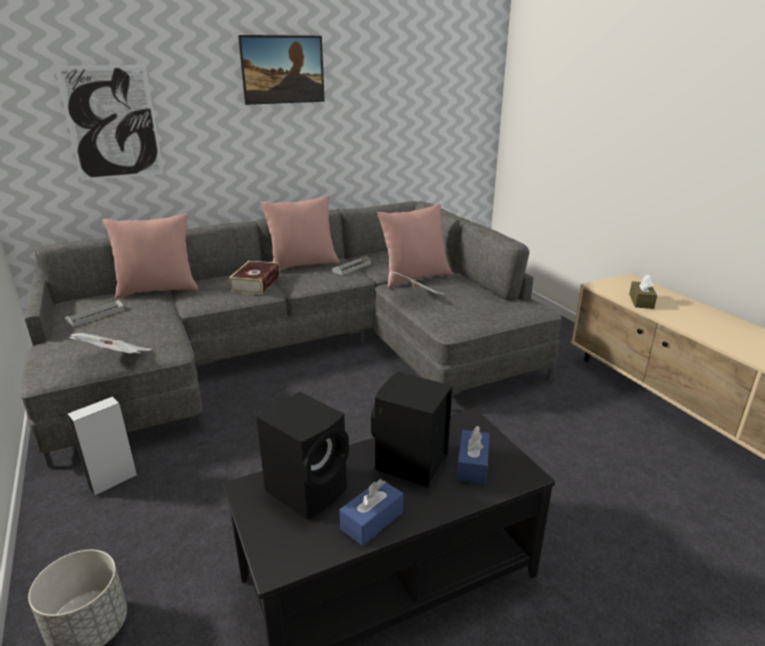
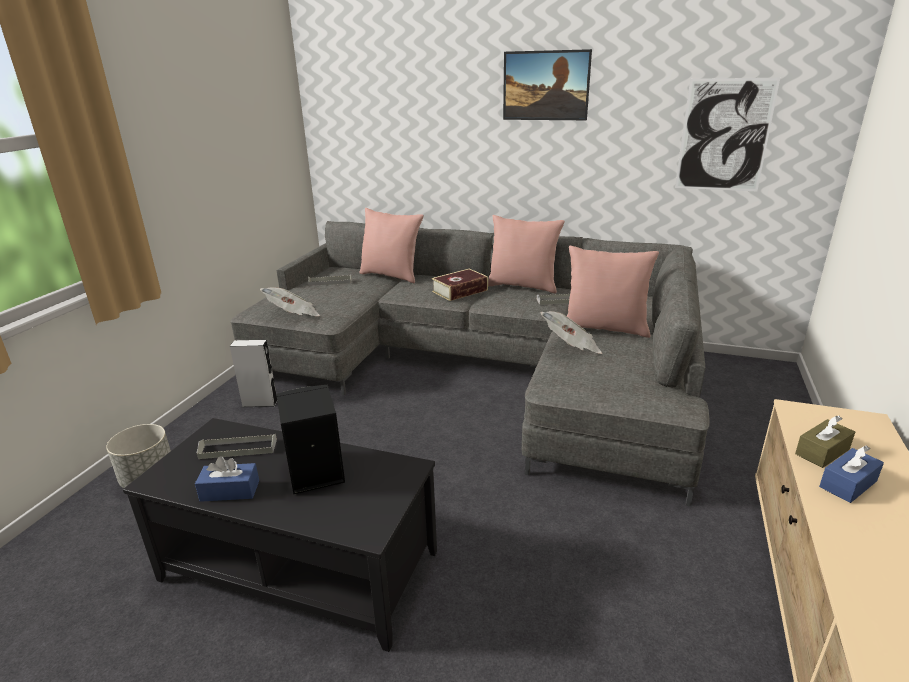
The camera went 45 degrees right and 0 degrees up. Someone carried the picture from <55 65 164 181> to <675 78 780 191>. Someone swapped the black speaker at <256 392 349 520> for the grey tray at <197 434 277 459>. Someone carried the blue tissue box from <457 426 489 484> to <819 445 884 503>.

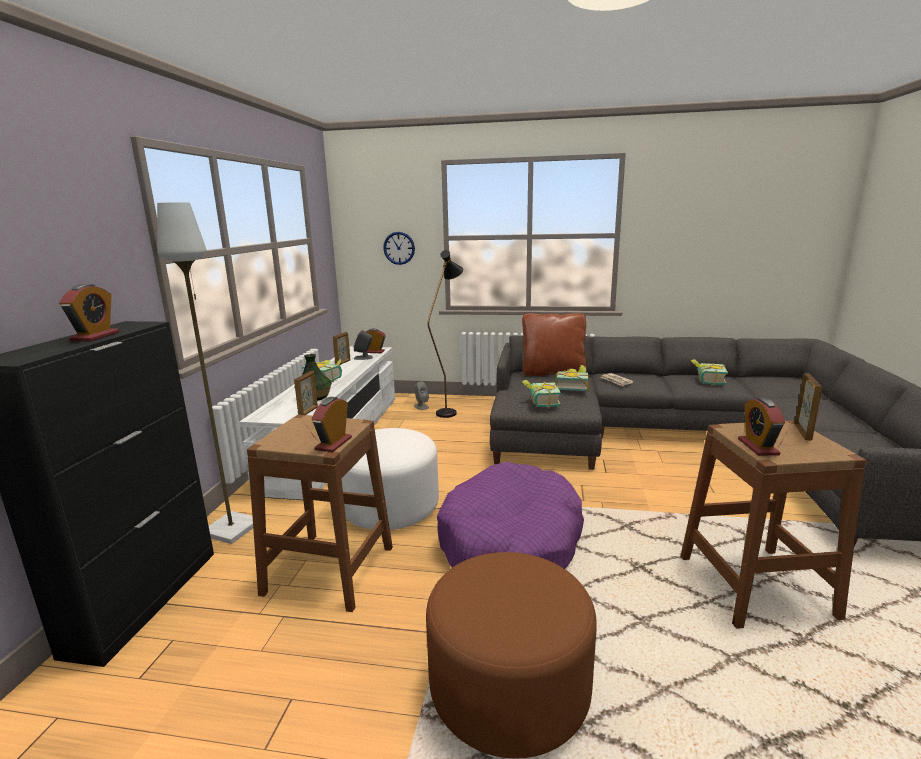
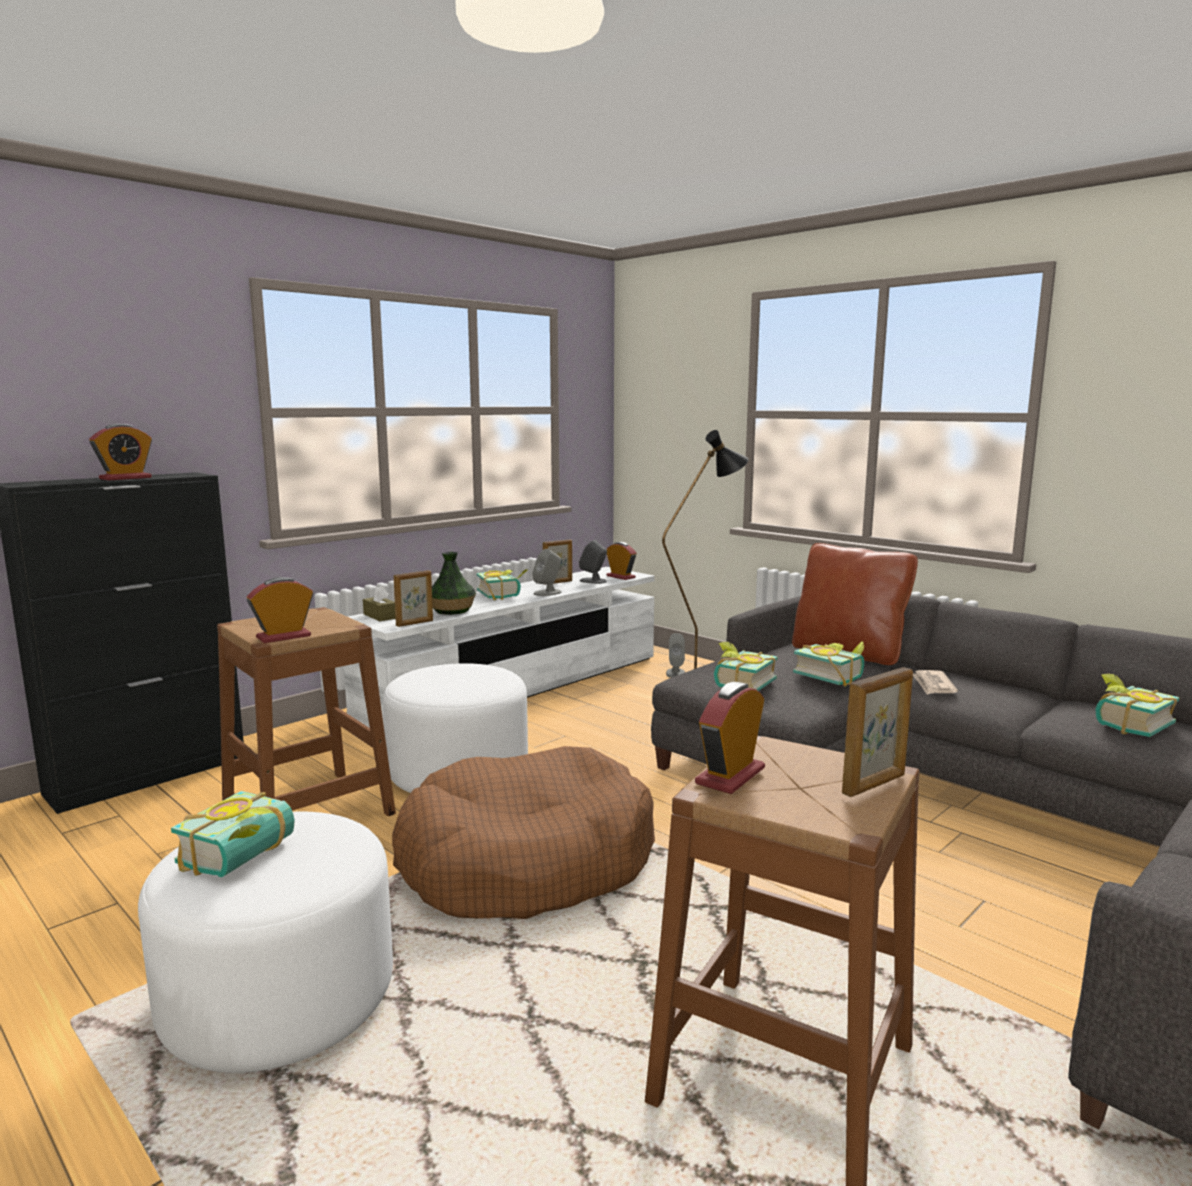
The camera went 35 degrees right and 5 degrees down. Someone took away the grey floor lamp at <157 202 253 544>. Someone took away the wall clock at <383 232 415 265>. Someone repainted the purple dog bed at <437 462 584 569>, which became the brown dog bed at <392 746 655 919>. Someone repainted the brown ottoman at <426 552 597 758>, which became the white ottoman at <138 812 393 1073>. Someone put down the grey speaker at <532 549 562 596>. Someone put down the brown tissue box at <363 585 395 621>. Someone put down the book at <171 791 295 877>.

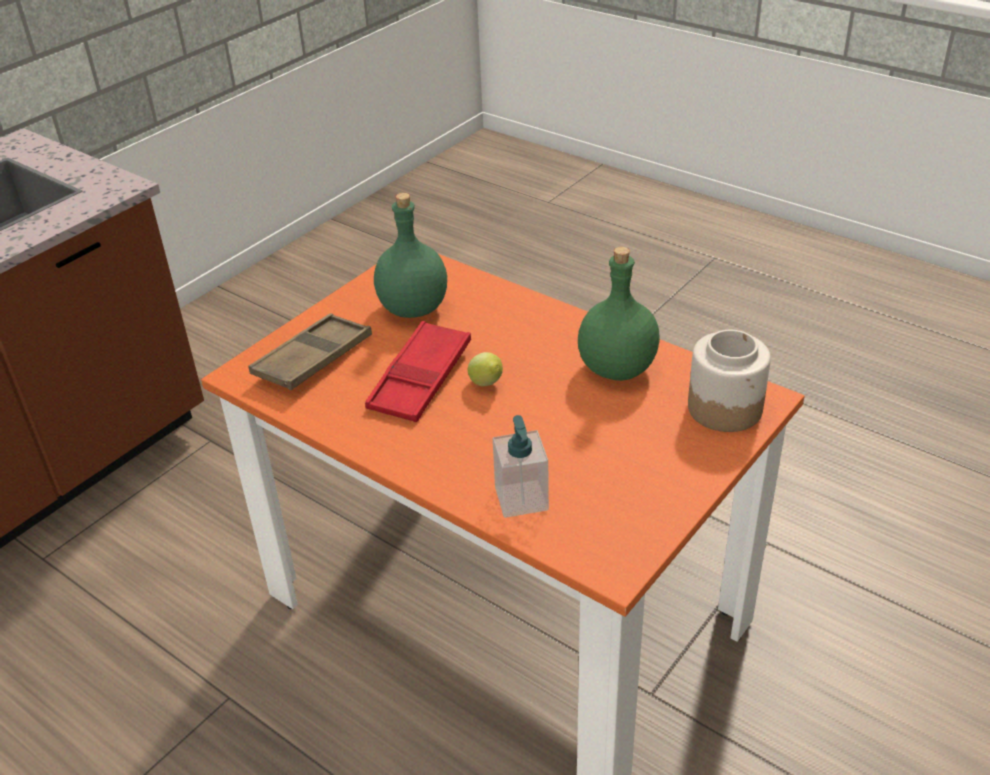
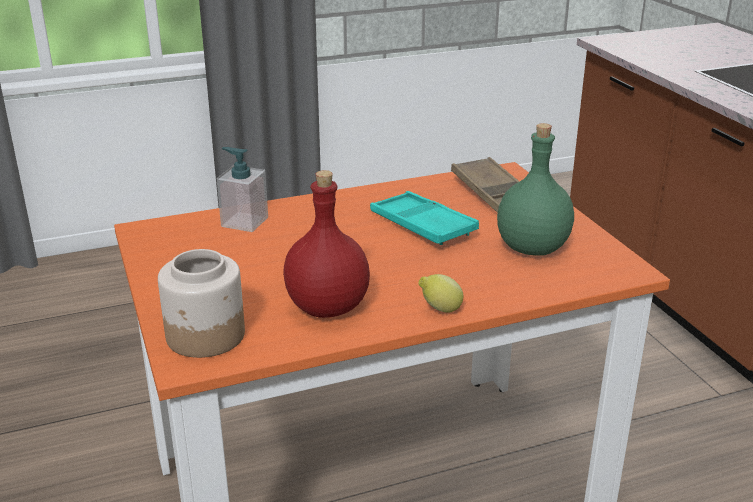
The camera went 120 degrees right and 10 degrees down. Someone repainted the green bottle at <578 247 660 381>, which became the red bottle at <283 170 370 318>. Someone repainted the red tray at <365 321 471 422>, which became the turquoise tray at <370 191 479 245>. Someone carried the lemon from <468 352 503 386> to <418 274 463 313>.

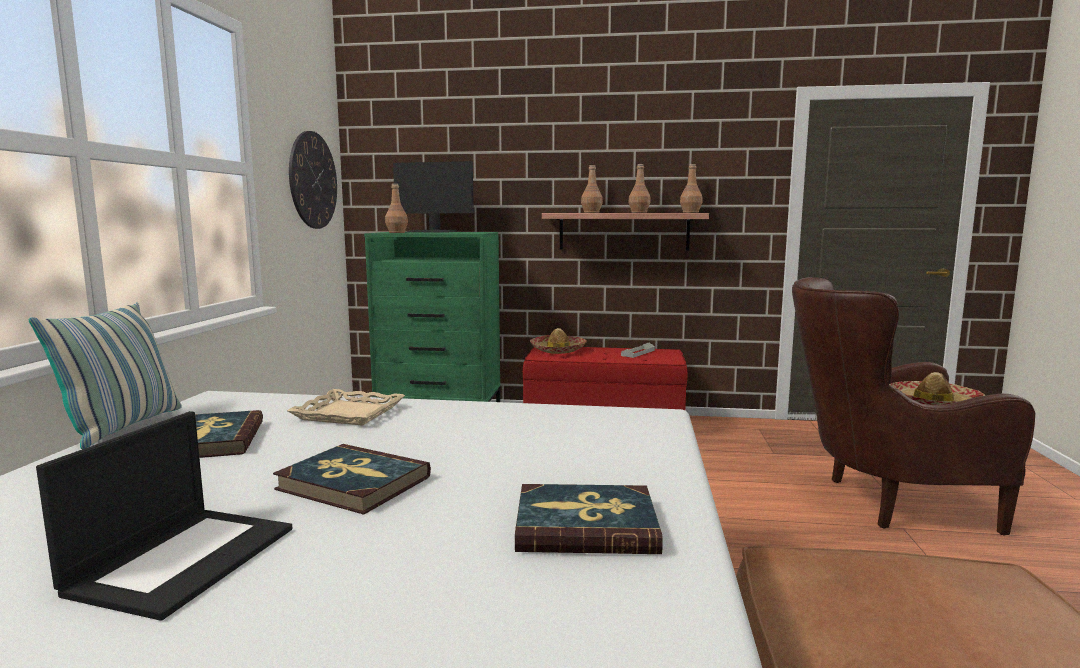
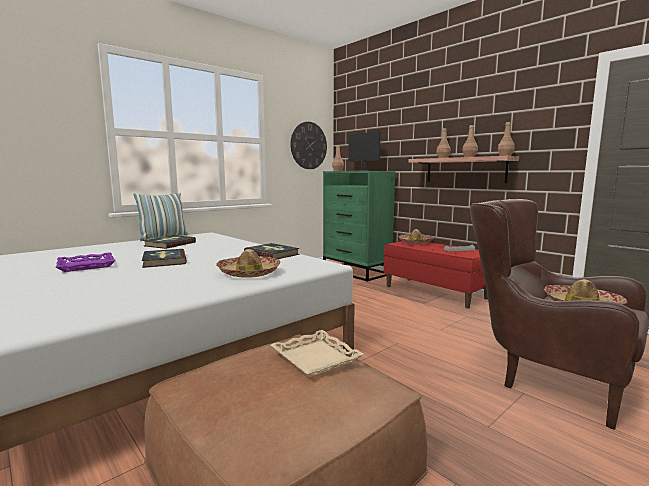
The camera went 40 degrees right and 0 degrees up. Someone carried the beige tray from <287 389 405 426> to <271 330 364 377>. Someone swapped the laptop at <36 411 292 621> for the purple tray at <56 252 115 272>. Someone carried the book from <515 484 663 554> to <244 243 300 259>. Someone put down the hat at <216 249 280 278>.

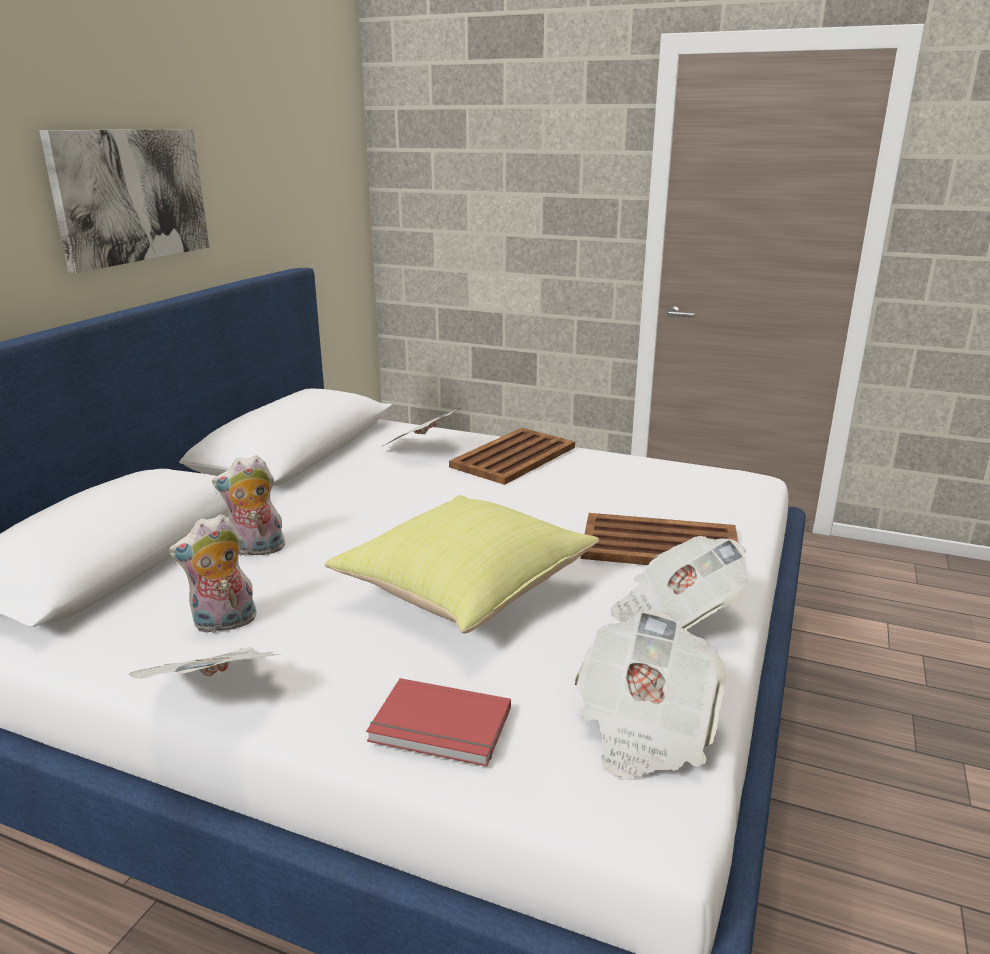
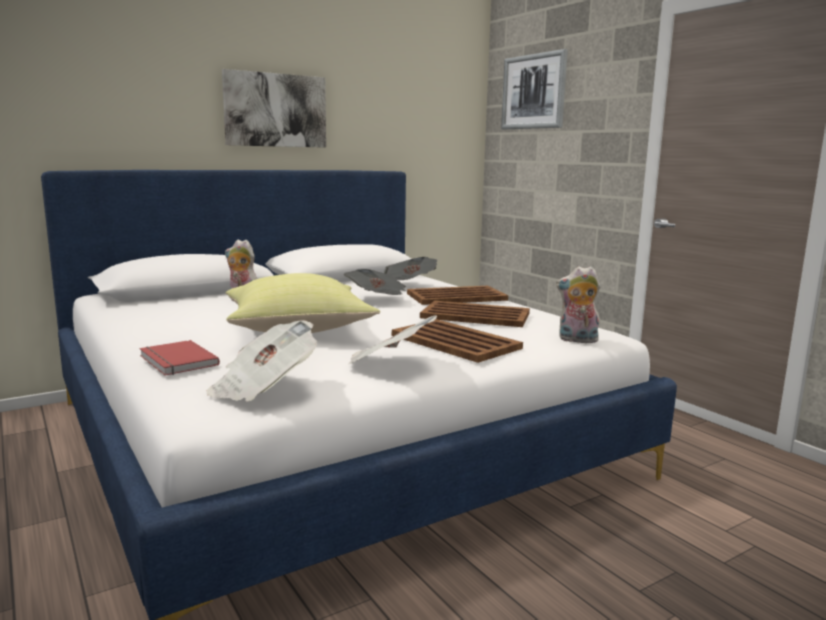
The camera went 35 degrees right and 10 degrees down. Someone carried the plush toy from <169 514 256 634> to <556 266 600 343>. Someone carried the newspaper from <129 647 278 679> to <344 269 406 295>. Someone put up the picture at <501 49 568 129>. Someone put down the brown tray at <420 301 530 327>.

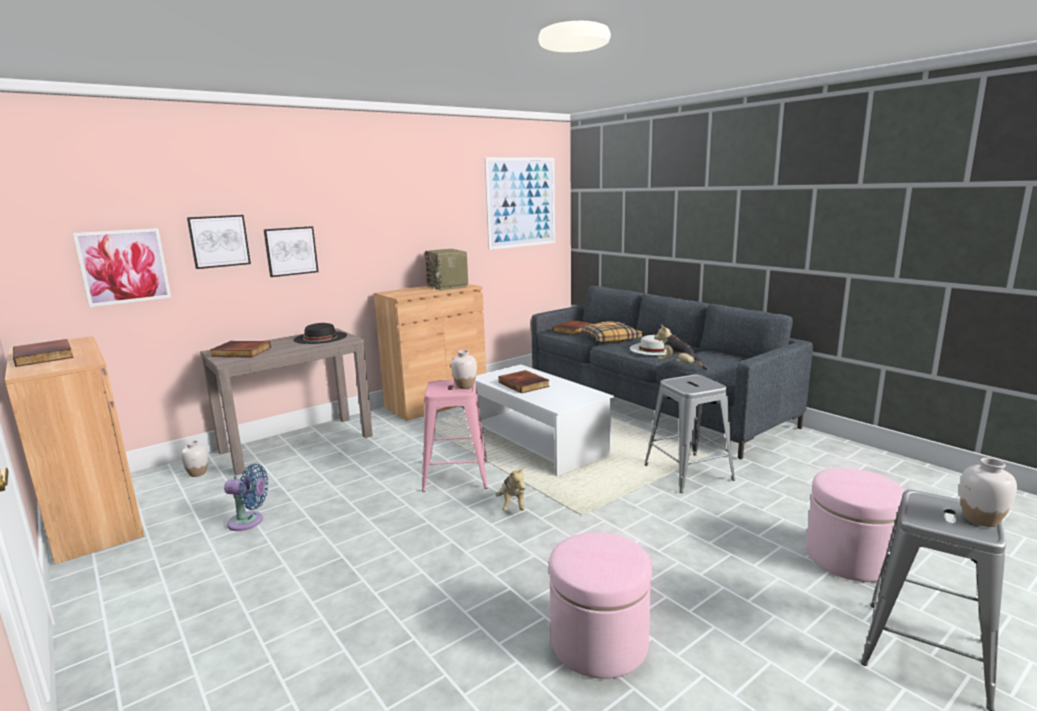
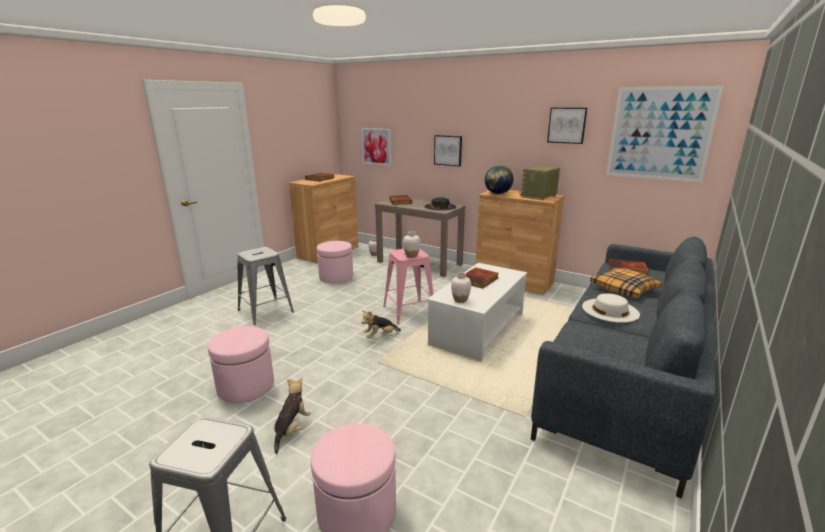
The camera went 70 degrees right and 5 degrees up. Someone carried the picture from <187 215 251 269> to <547 108 587 144>. Someone carried the plush toy from <654 324 709 370> to <274 377 311 454>. Someone carried the grey stool from <644 374 735 493> to <237 247 294 325>. Someone carried the white vase from <960 458 1017 527> to <451 273 471 303>. Someone swapped the blue fan at <224 464 268 531> for the pink ottoman at <317 241 353 284>. Someone put down the globe at <485 165 513 194>.

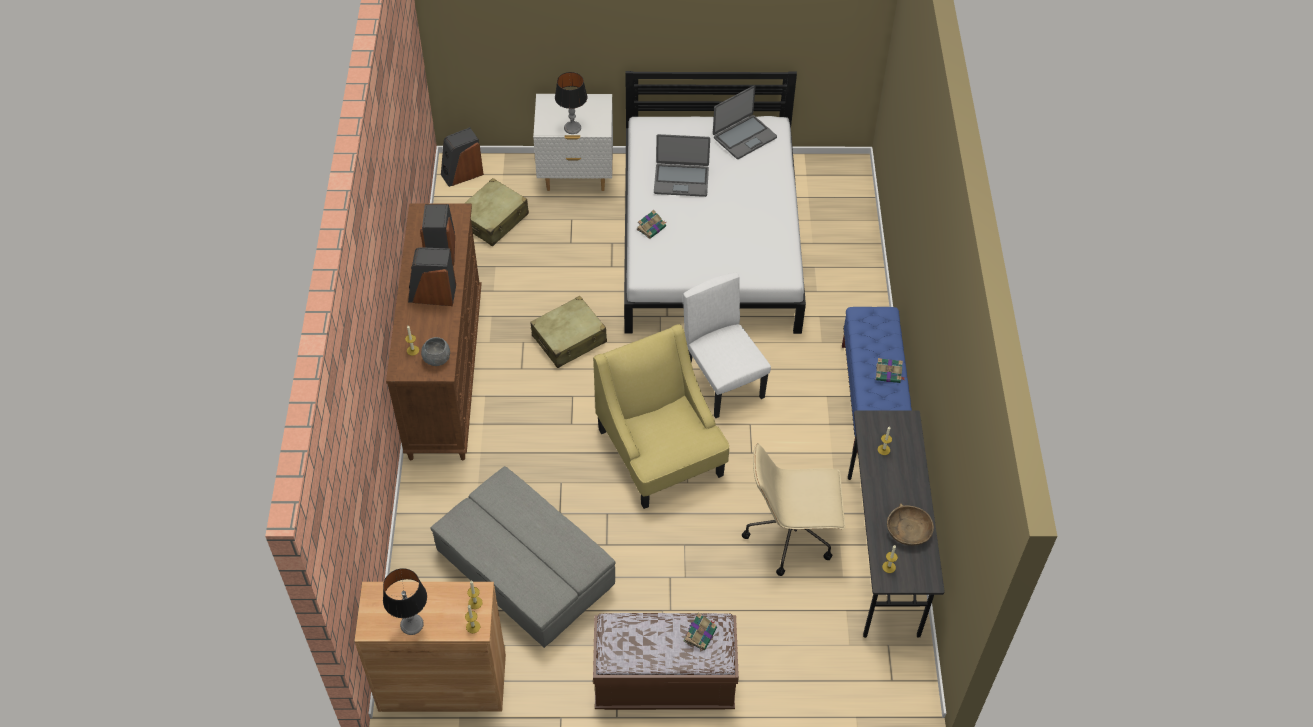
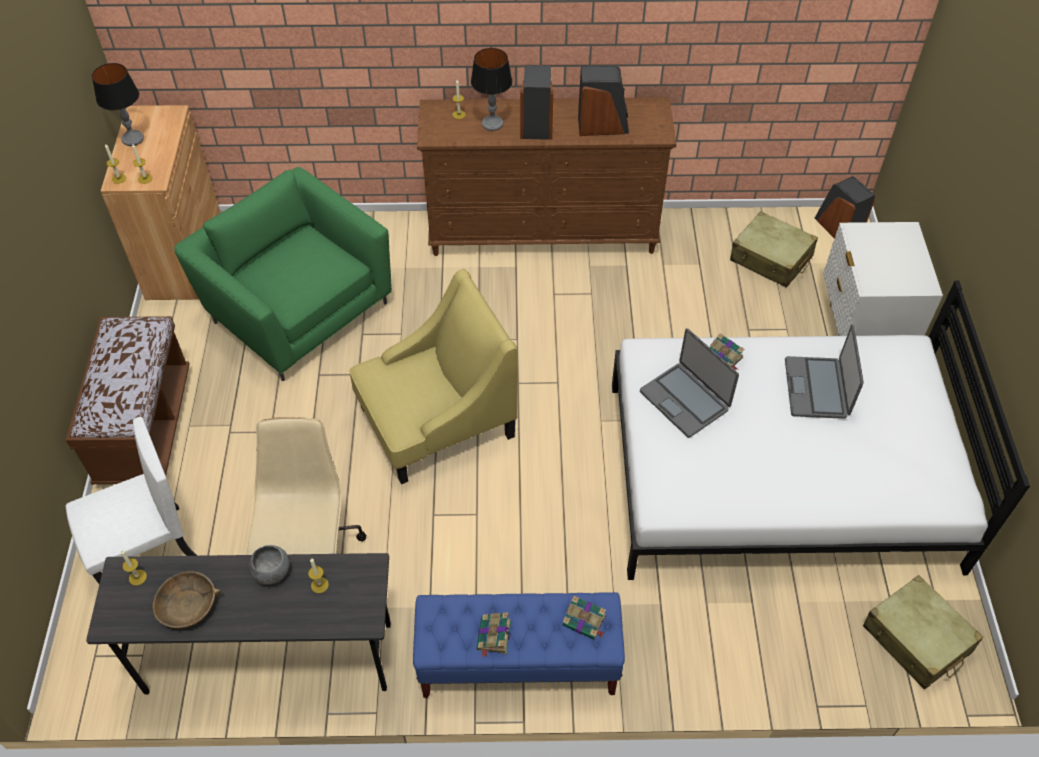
The camera went 90 degrees right and 0 degrees up. Someone carried the table lamp from <555 72 587 134> to <471 48 512 131>. Someone carried the laptop from <713 86 777 159> to <640 328 739 438>. Someone carried the white chair from <683 273 771 418> to <66 417 197 584>. Someone carried the beige suitcase from <530 296 607 368> to <863 575 983 690>. Someone carried the grey bowl from <421 337 450 366> to <249 545 289 585>. Someone swapped the grey ottoman at <431 466 616 648> for the green armchair at <174 167 392 381>. Someone carried the book from <684 612 717 651> to <562 596 606 639>.

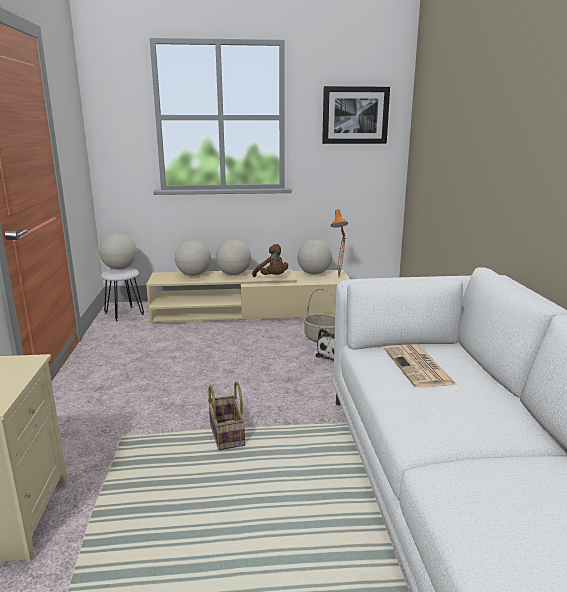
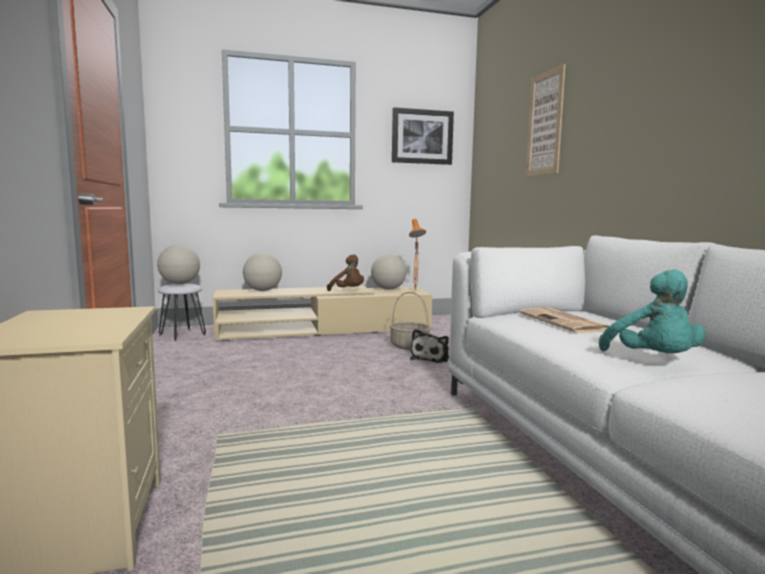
The camera went 10 degrees left and 10 degrees down. Someone took away the globe at <216 240 251 275>. Someone took away the basket at <208 381 245 450>. Someone put up the picture at <526 64 566 177>. Someone put down the turquoise plush toy at <599 269 706 353>.

